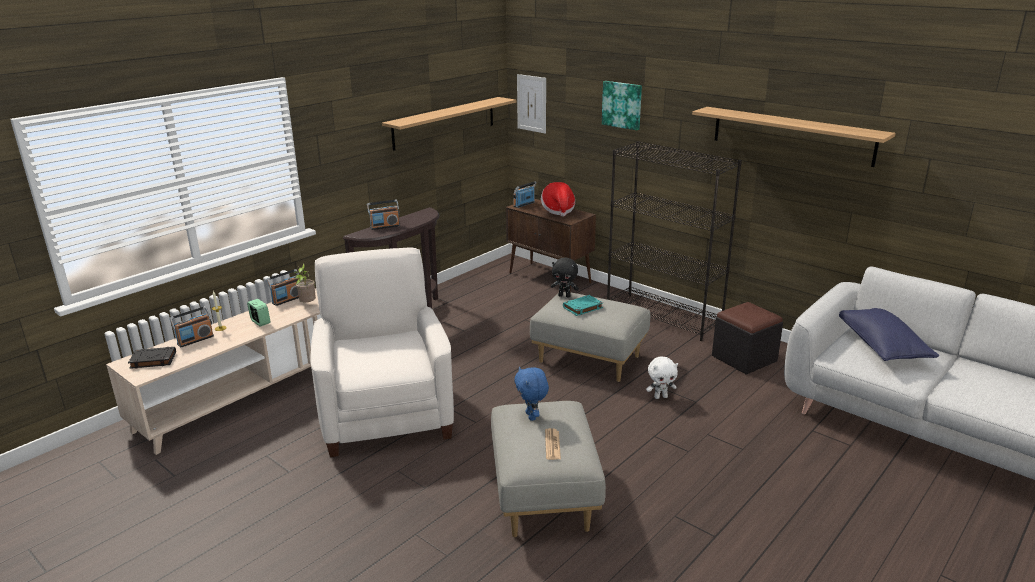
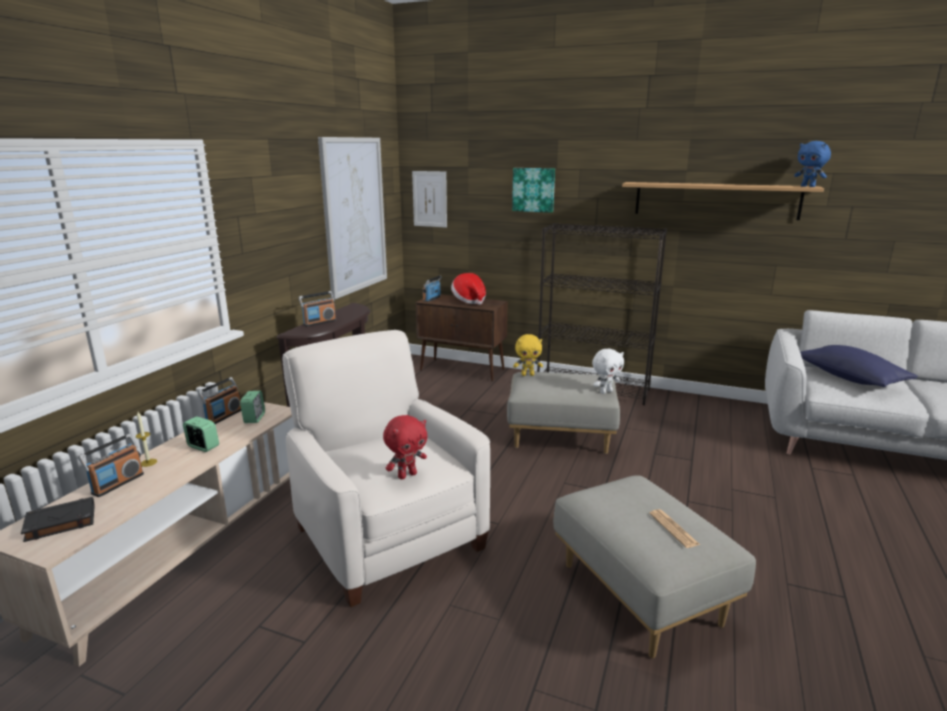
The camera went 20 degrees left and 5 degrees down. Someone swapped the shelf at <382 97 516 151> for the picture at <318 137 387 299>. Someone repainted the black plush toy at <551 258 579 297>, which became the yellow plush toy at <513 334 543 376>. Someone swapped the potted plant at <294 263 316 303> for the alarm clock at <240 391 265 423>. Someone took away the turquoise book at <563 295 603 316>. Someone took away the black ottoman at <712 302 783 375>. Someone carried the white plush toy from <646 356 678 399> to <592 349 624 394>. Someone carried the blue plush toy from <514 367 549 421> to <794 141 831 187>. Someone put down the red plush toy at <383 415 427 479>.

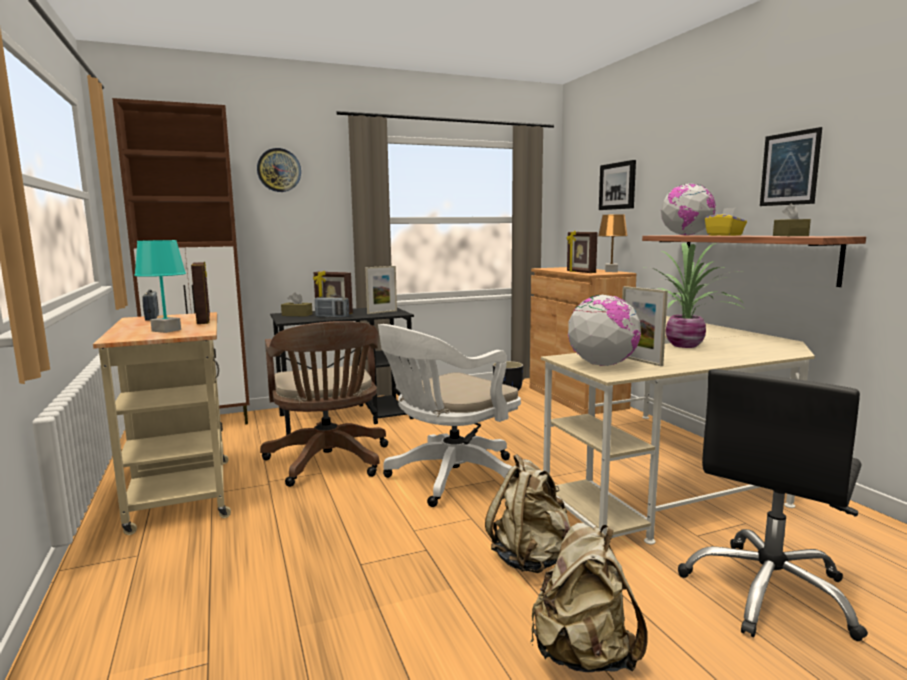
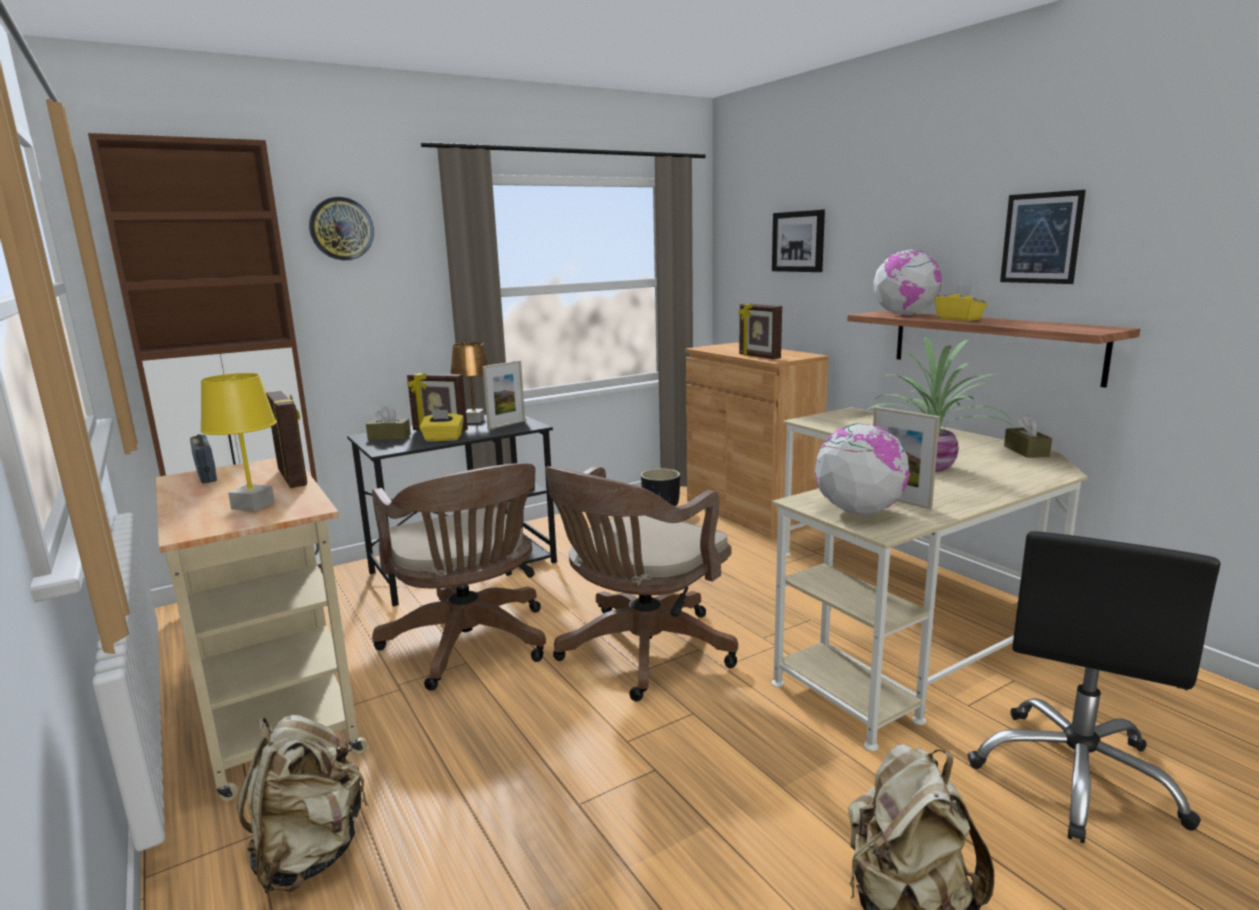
The camera went 10 degrees left and 5 degrees up. Someone carried the brown tissue box from <773 203 811 236> to <1004 415 1052 458>. Someone carried the brown table lamp from <598 214 628 272> to <450 342 489 423>. Someone repainted the turquoise table lamp at <134 240 186 333>, which became the yellow table lamp at <200 373 277 511>. Someone swapped the radio at <315 295 349 318> for the yellow tissue box at <420 410 464 441>. Someone repainted the white office chair at <378 324 521 507>, which became the brown office chair at <545 466 738 702>. Someone carried the beige backpack from <485 454 571 573> to <237 715 368 893>.

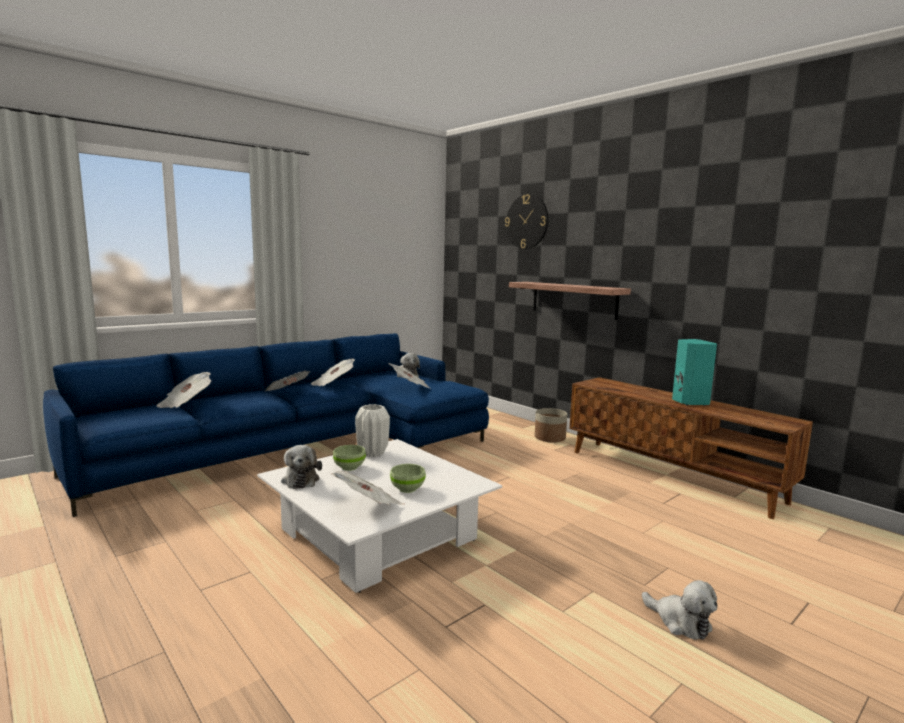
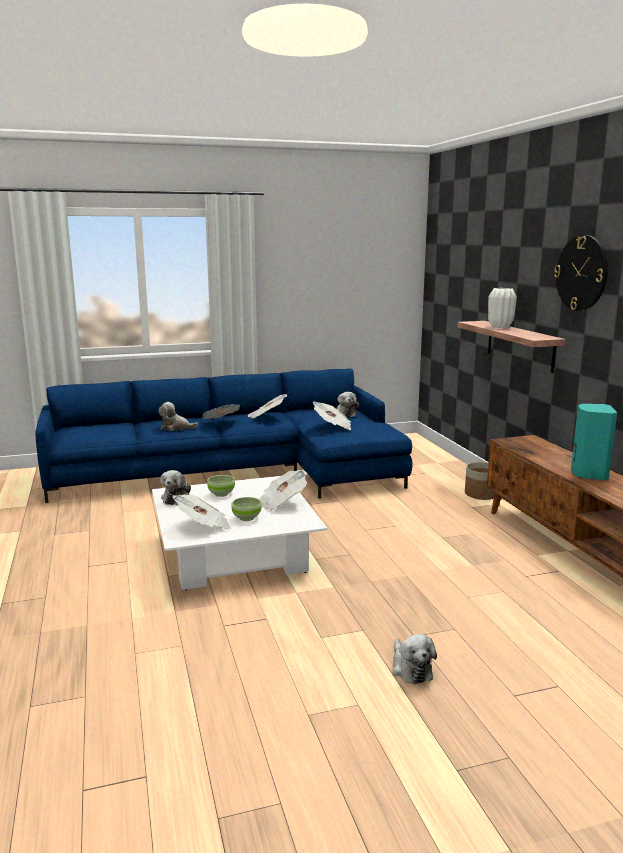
The camera went 25 degrees right and 5 degrees up. Someone carried the wall clock from <505 194 548 249> to <554 235 608 311>. Someone carried the newspaper from <157 372 211 408> to <259 470 307 510>. Someone carried the white vase from <355 404 390 457> to <488 288 517 328>. Someone put down the plush toy at <158 402 198 431>.

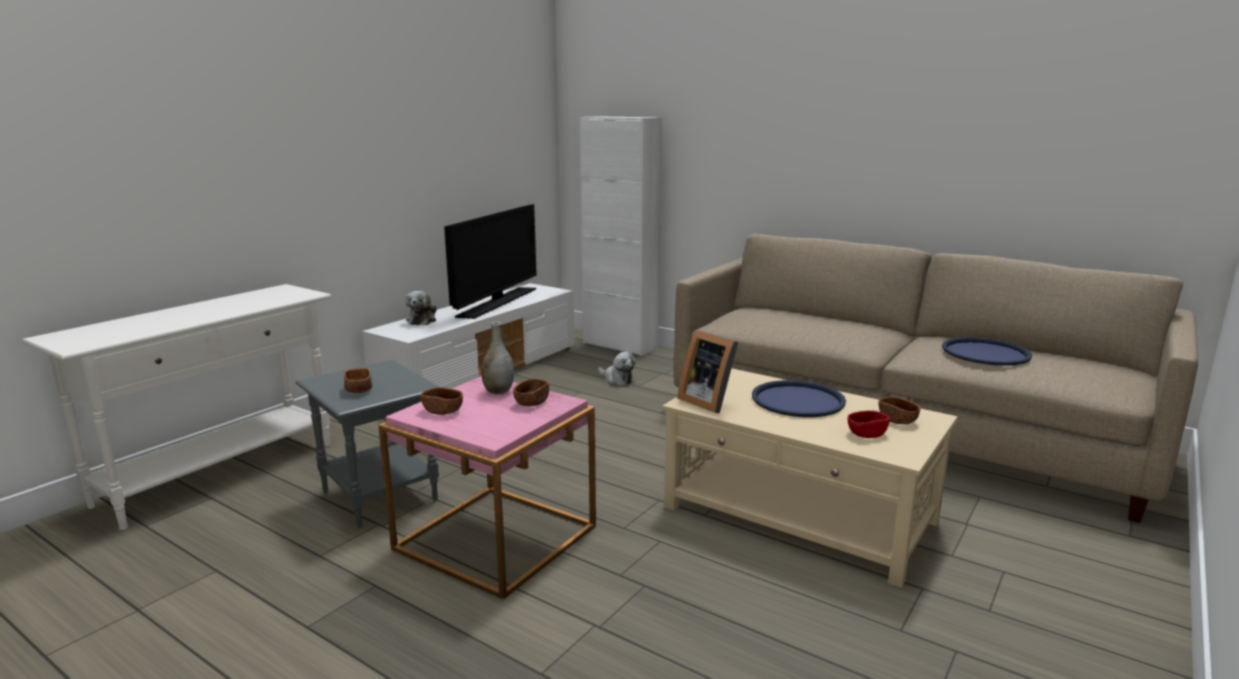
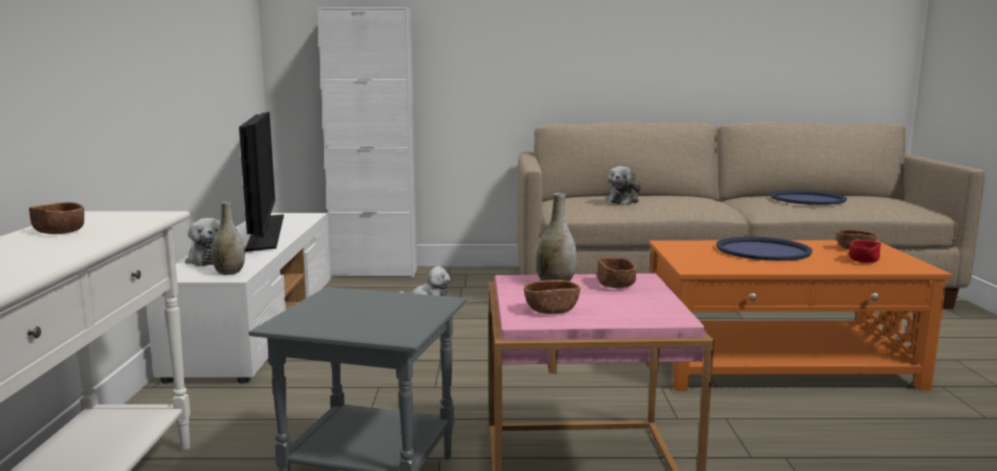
The camera went 35 degrees left and 5 degrees down. Someone took away the picture frame at <677 330 738 413>. Someone carried the brown bowl from <344 368 372 393> to <29 202 84 234>. Someone repainted the beige coffee table at <662 368 957 588>, which became the orange coffee table at <649 240 952 391>. Someone put down the plush toy at <607 166 641 205>. Someone put down the grey vase at <211 202 245 275>.

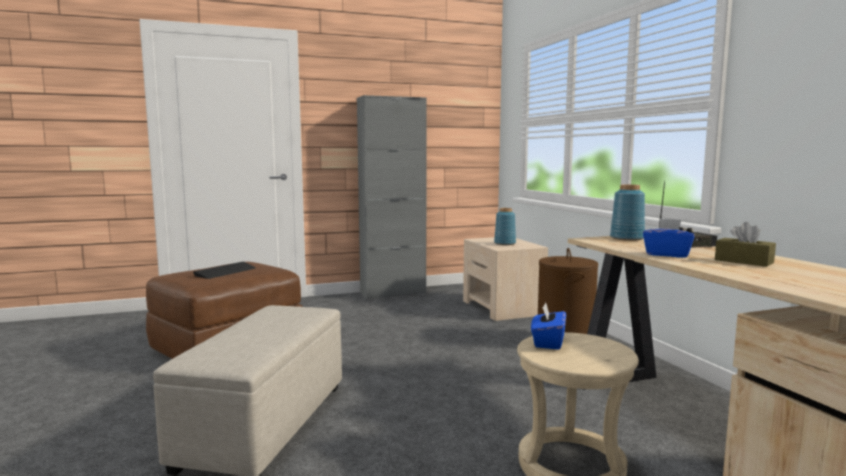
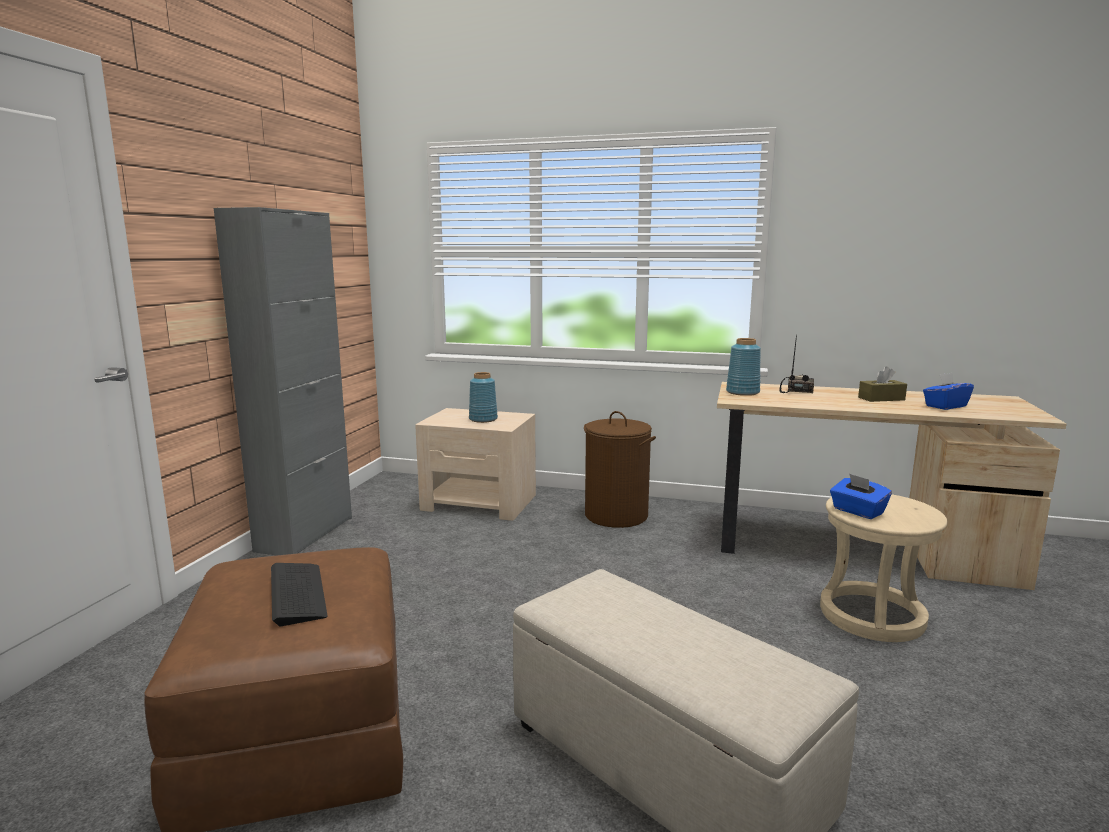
The camera went 55 degrees left and 5 degrees up. Someone carried the blue tissue box from <643 218 695 258> to <923 373 974 410>.

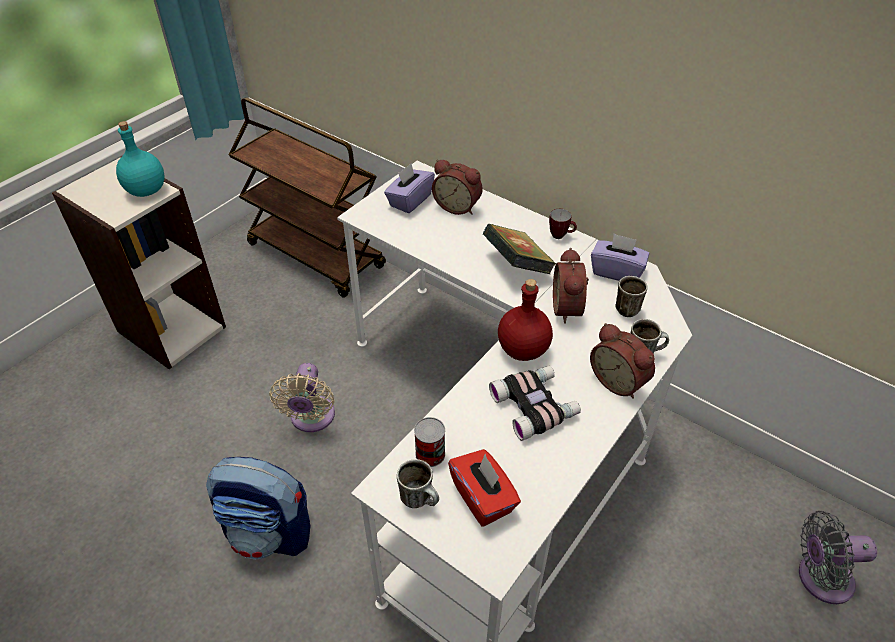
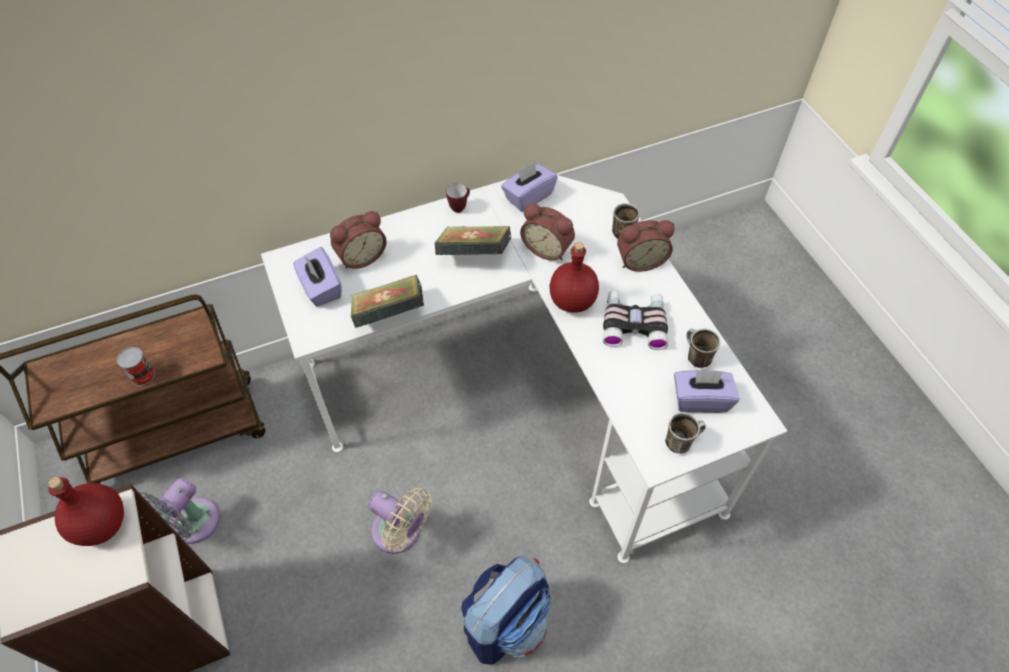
The camera went 60 degrees left and 10 degrees up. Someone repainted the turquoise bottle at <116 121 164 197>, which became the red bottle at <48 477 124 546>. Someone carried the mug from <615 276 648 317> to <686 328 720 368>. Someone carried the can from <414 417 445 467> to <117 347 155 386>. Someone repainted the red tissue box at <448 449 521 526>, which became the purple tissue box at <674 369 739 413>. Someone carried the grey fan from <799 511 877 604> to <139 478 220 544>. Someone put down the book at <351 274 424 328>.

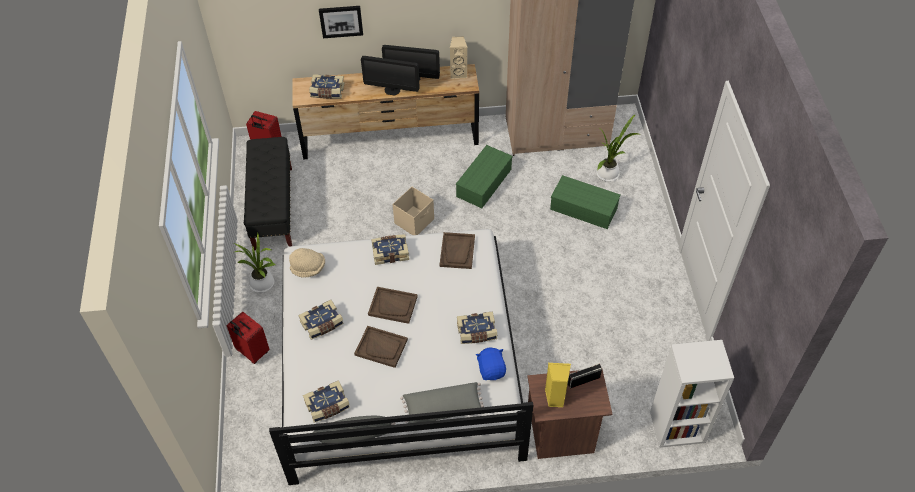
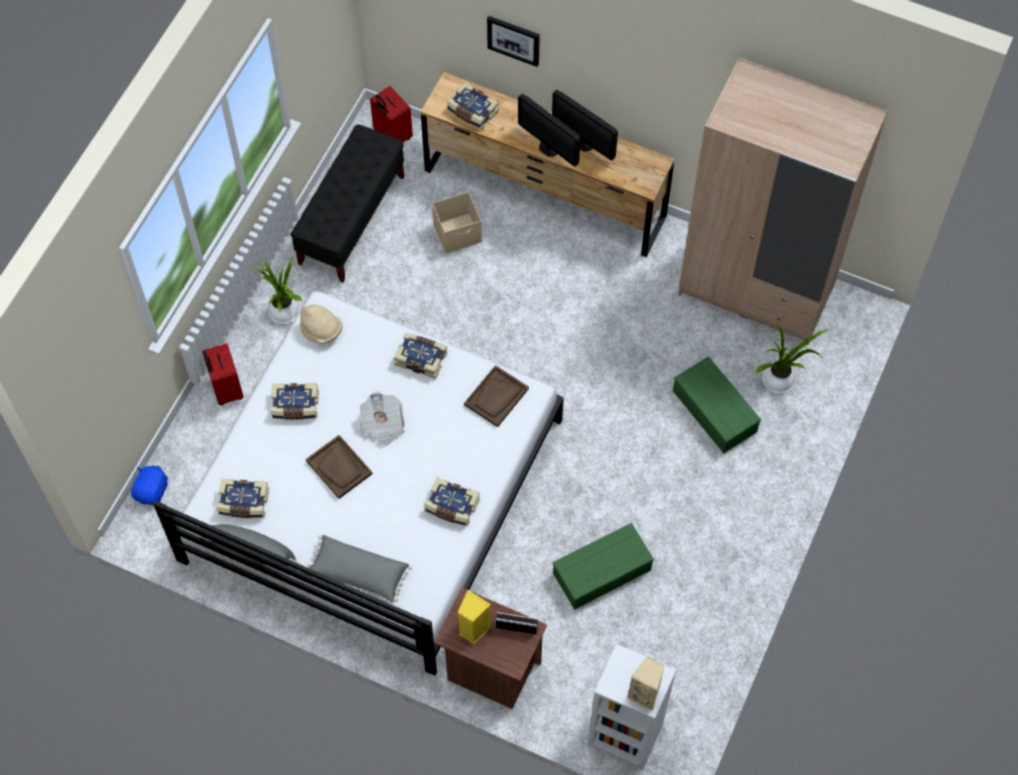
The camera went 30 degrees right and 10 degrees up. Someone carried the beige speaker from <450 36 467 79> to <627 656 665 711>. Someone carried the green storage box from <456 145 513 208> to <553 523 654 610>. Someone carried the beige storage box from <393 187 434 235> to <432 192 482 253>. Someone swapped the brown tray at <368 287 418 324> for the newspaper at <360 392 405 448>. Someone carried the blue plush toy from <476 347 506 380> to <131 466 168 505>.

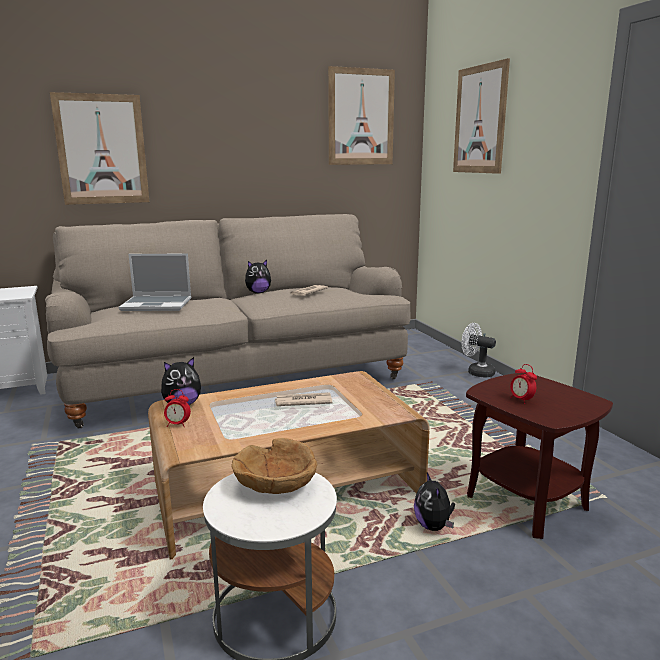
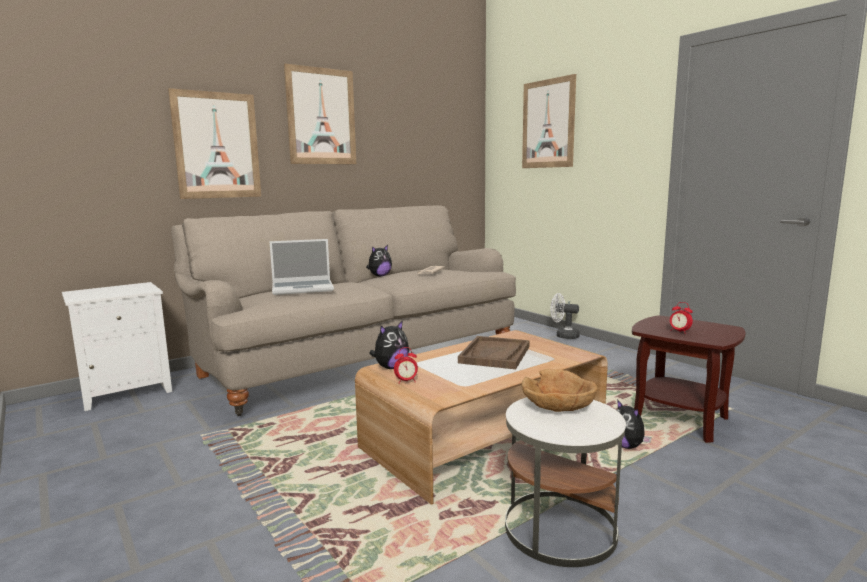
The camera went 15 degrees left and 5 degrees down. Someone carried the picture from <328 66 395 165> to <284 64 356 164>. Someone swapped the newspaper at <275 392 332 406> for the brown tray at <458 336 530 369>.

